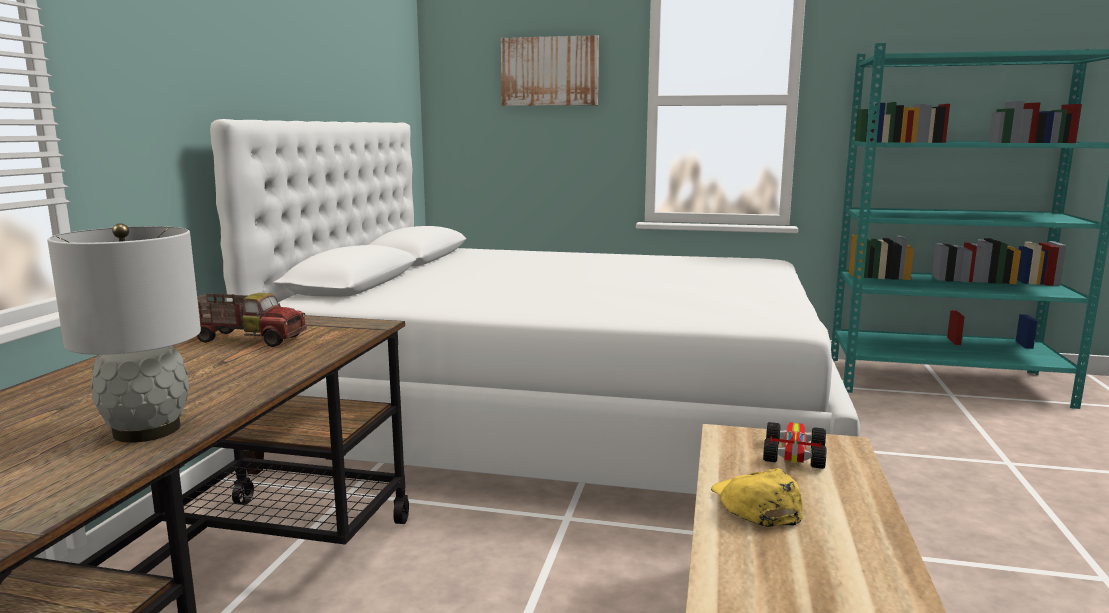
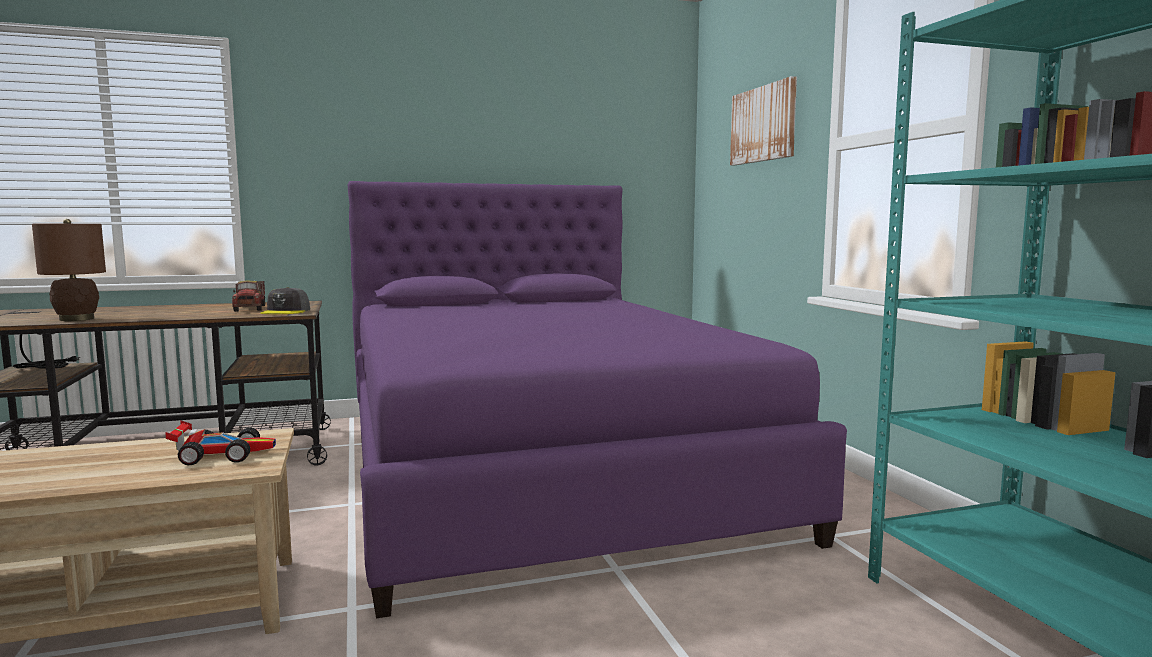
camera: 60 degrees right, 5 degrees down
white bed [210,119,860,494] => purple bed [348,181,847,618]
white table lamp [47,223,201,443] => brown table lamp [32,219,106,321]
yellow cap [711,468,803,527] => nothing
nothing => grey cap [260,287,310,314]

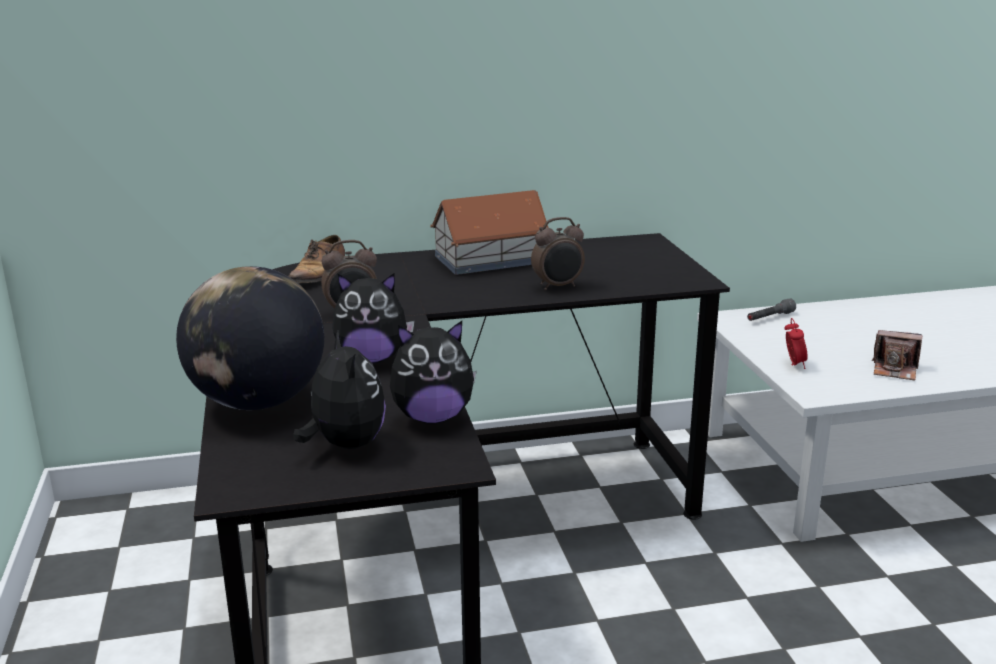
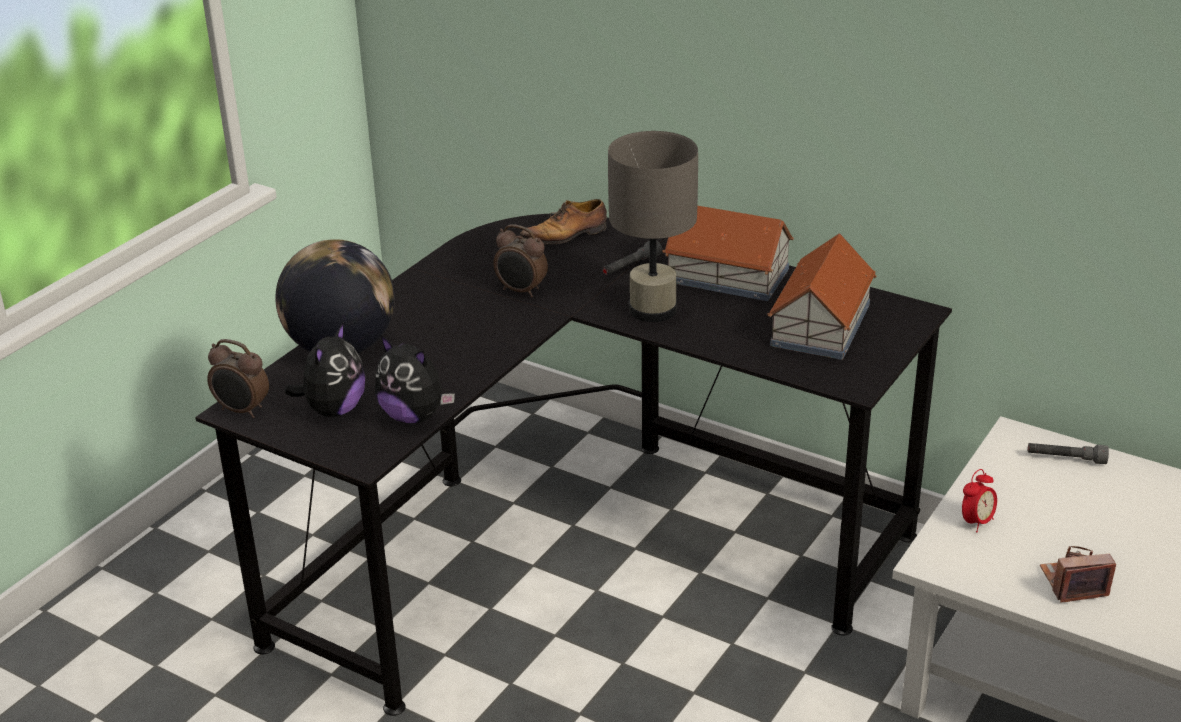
camera: 45 degrees right, 10 degrees up
alarm clock [531,217,585,290] => alarm clock [207,339,269,418], shifted
plush toy [332,273,415,363] => nothing
photo camera [872,330,922,380] => photo camera [1040,546,1116,603], 105 degrees clockwise
nothing => grey table lamp [608,131,698,322]
nothing => toy house [767,233,877,360]
nothing => grey flashlight [602,241,662,275]

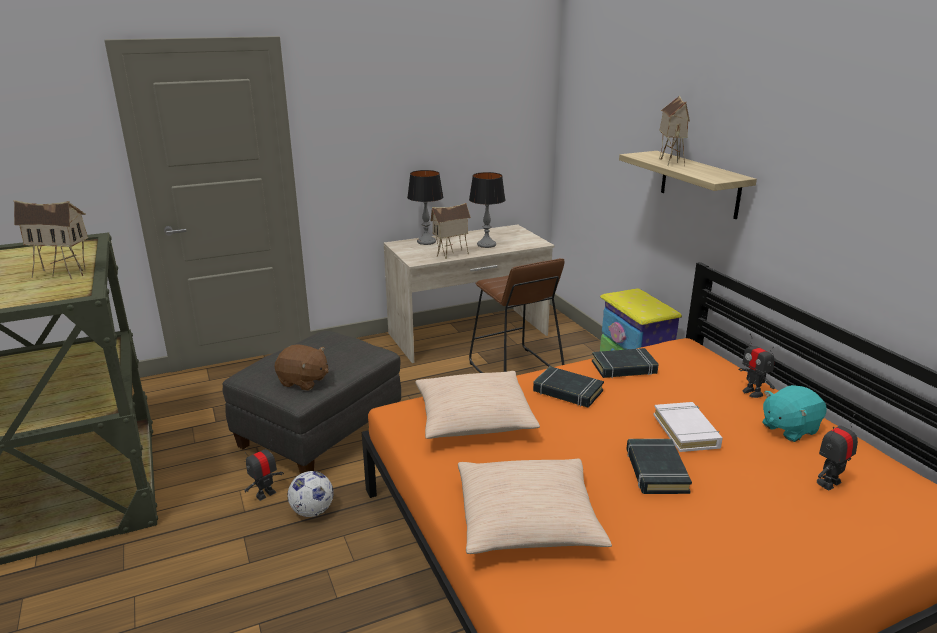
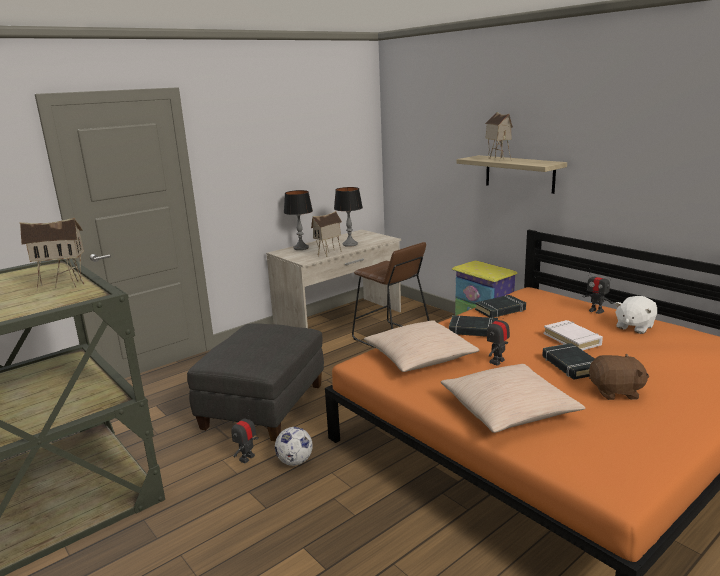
camera: 15 degrees left, 5 degrees down
brown plush toy [274,344,329,391] => brown plush toy [589,353,649,400], shifted
turquoise plush toy [763,385,827,442] => white plush toy [615,296,657,334]
toy robot [817,414,858,490] => toy robot [487,310,510,366], shifted

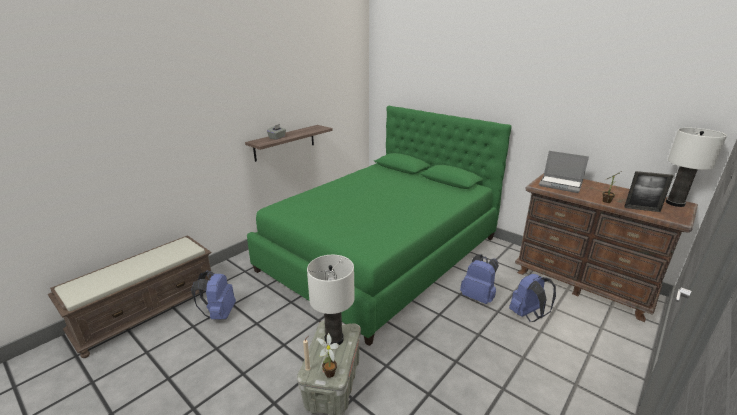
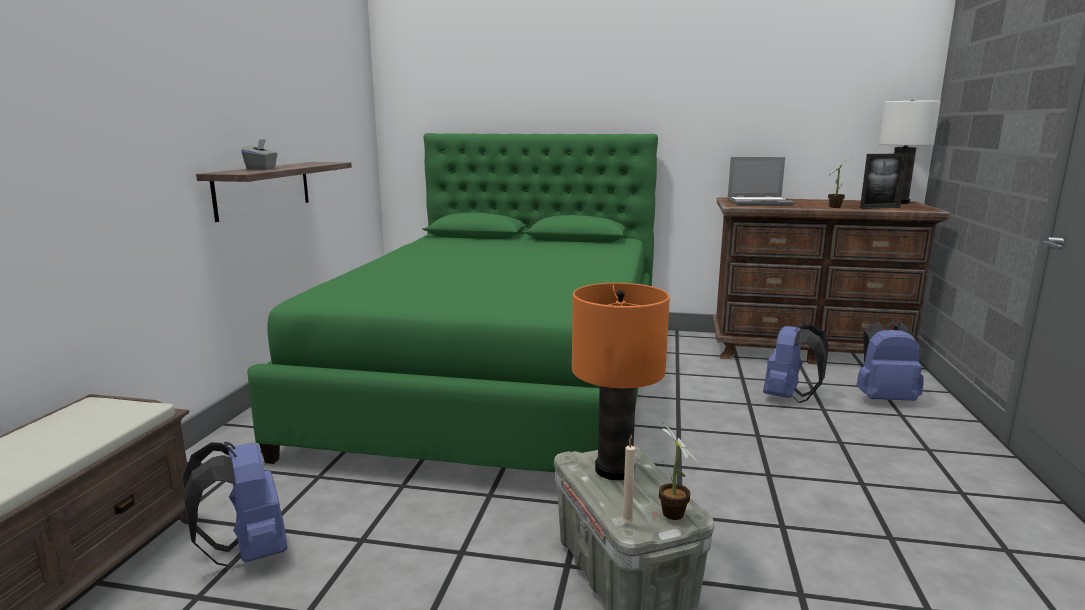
camera: 30 degrees left, 10 degrees down
blue backpack [460,254,499,304] => blue backpack [857,321,924,401], shifted
white table lamp [307,255,355,345] => orange table lamp [572,283,670,480]

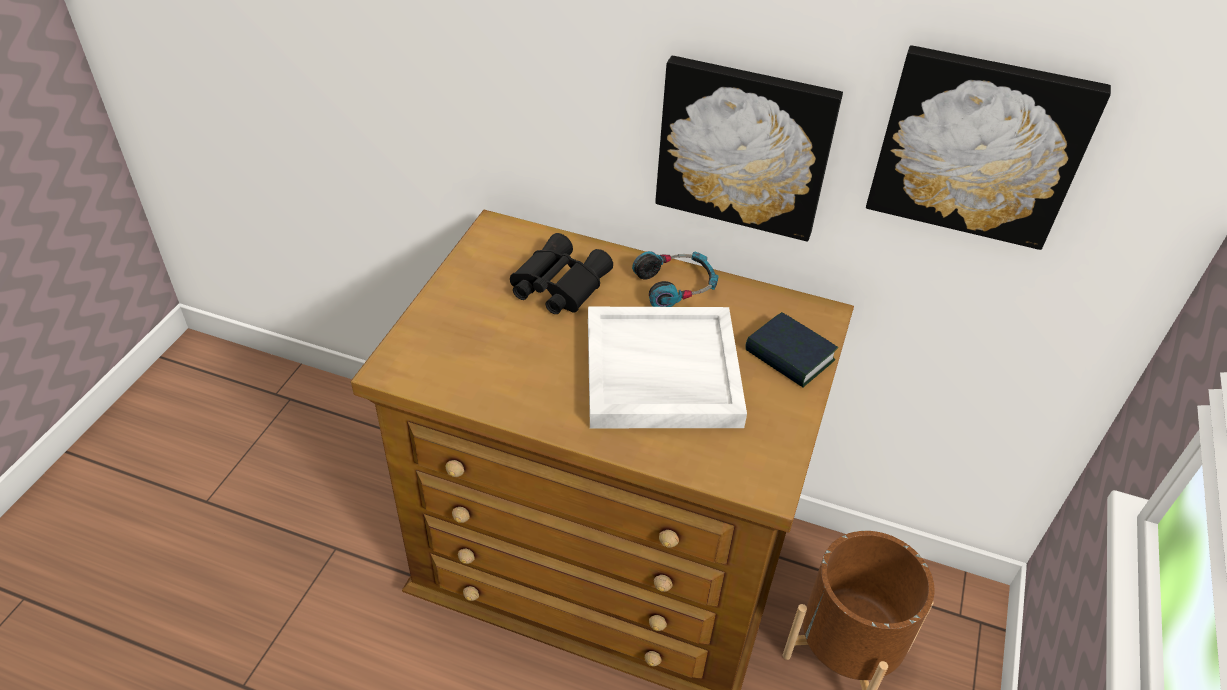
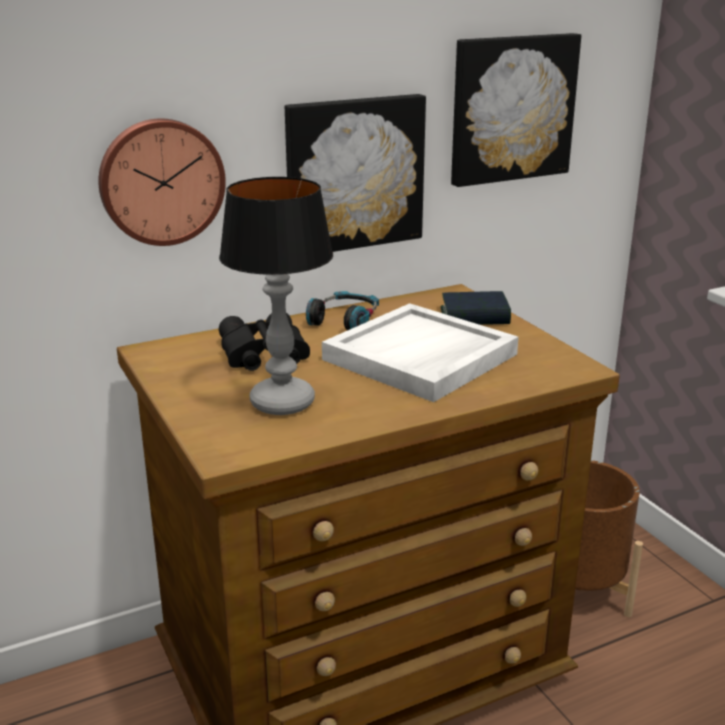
camera: 45 degrees left, 20 degrees down
nothing => wall clock [98,118,226,246]
nothing => table lamp [219,177,333,415]

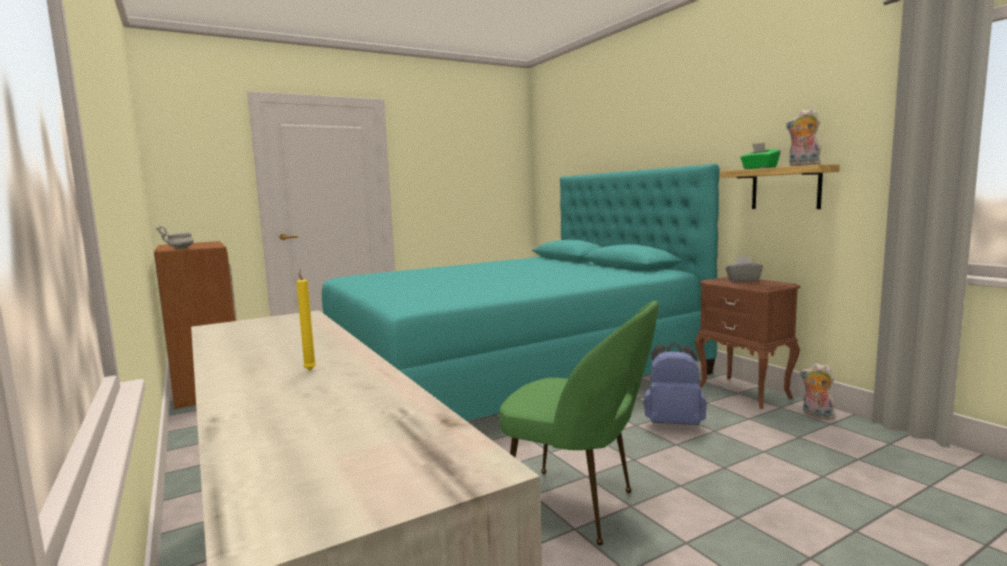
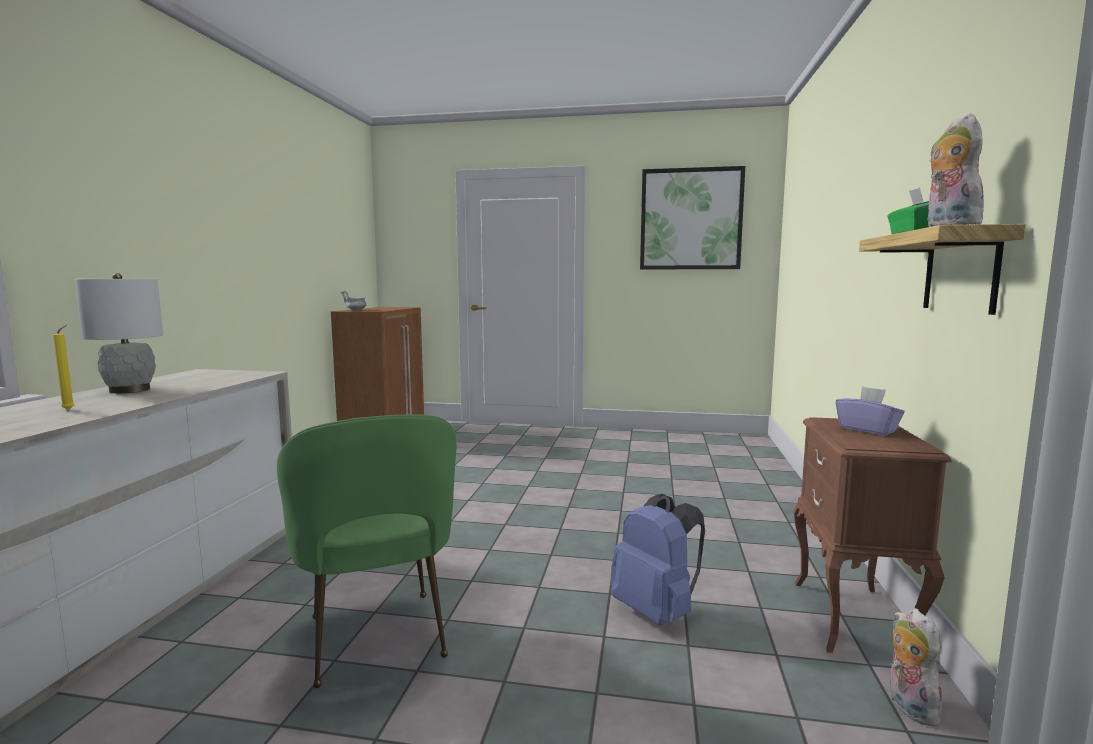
camera: 40 degrees right, 0 degrees up
turquoise bed [322,164,720,421] => nothing
grey tissue box [725,256,763,282] => purple tissue box [835,386,905,436]
nothing => picture [640,166,745,269]
nothing => white table lamp [75,273,163,393]

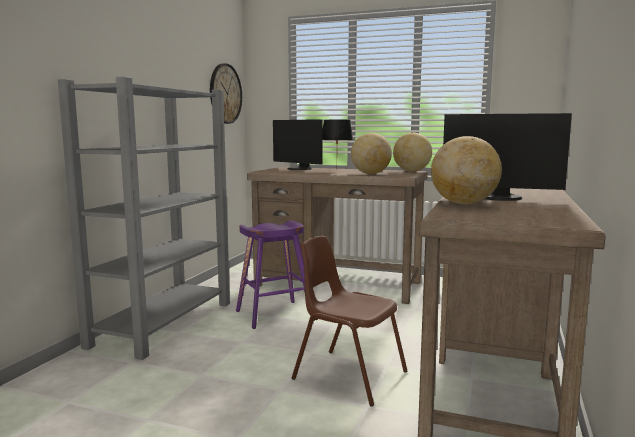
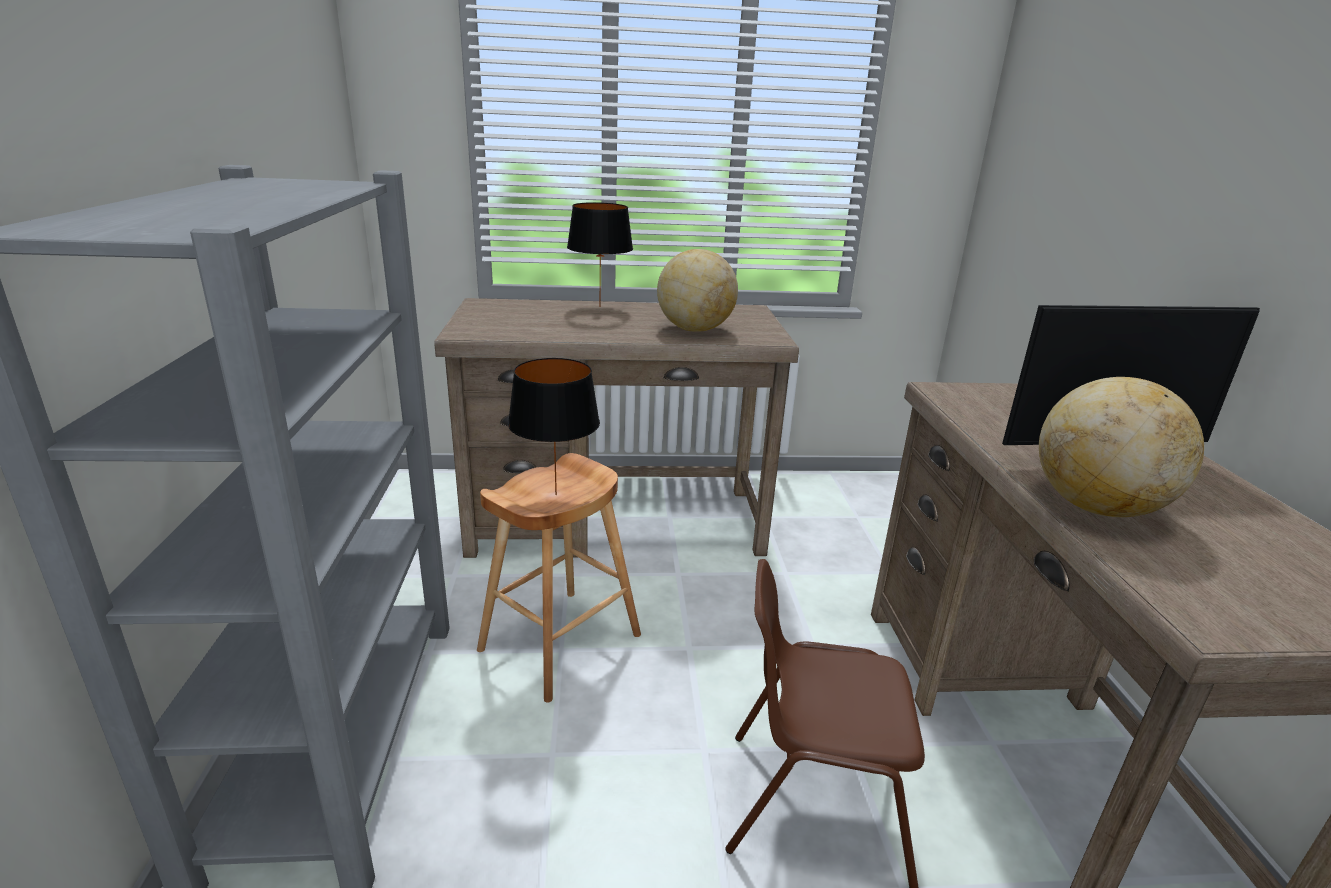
camera: 25 degrees left, 15 degrees up
wall clock [210,63,242,124] => nothing
monitor [273,119,322,170] => nothing
globe [393,133,432,172] => nothing
purple stool [236,221,311,329] => brown stool [477,453,641,703]
nothing => black table lamp [508,358,600,495]

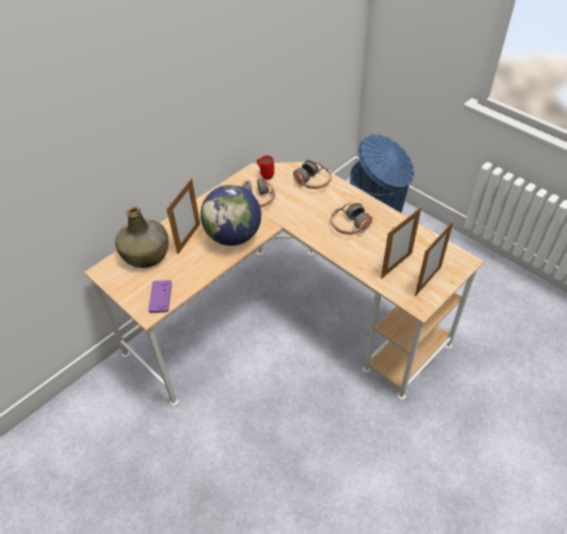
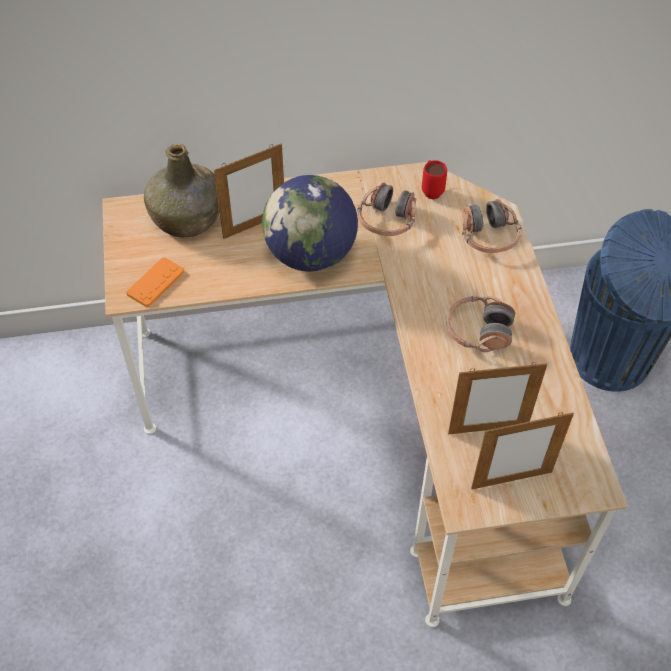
camera: 35 degrees right, 5 degrees up
purple game controller [148,280,172,313] => orange game controller [126,257,184,307]

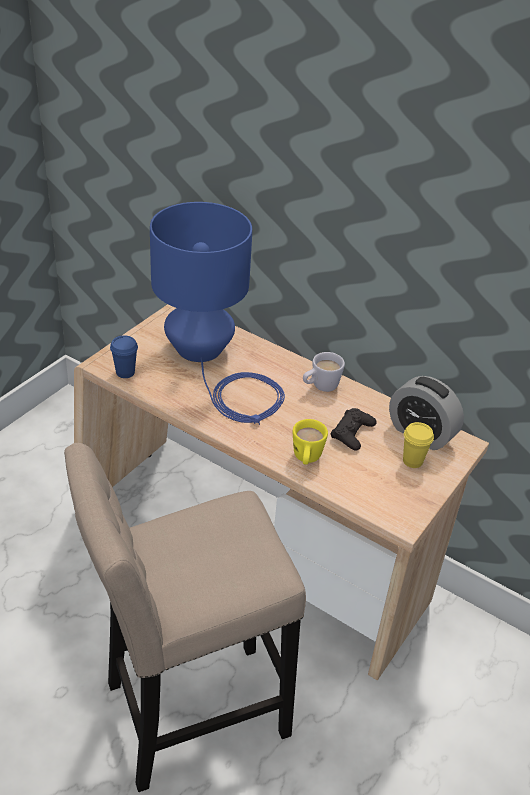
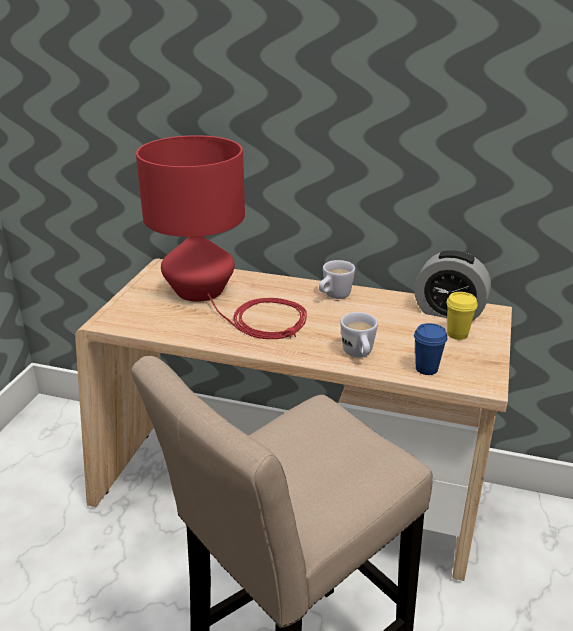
camera: 15 degrees left, 10 degrees down
blue table lamp [150,202,285,425] => red table lamp [136,135,307,339]
blue cup [110,335,138,378] => blue cup [414,323,448,375], shifted
black game controller [331,408,377,451] => nothing
yellow mug [293,419,328,465] => white mug [340,312,378,357]

